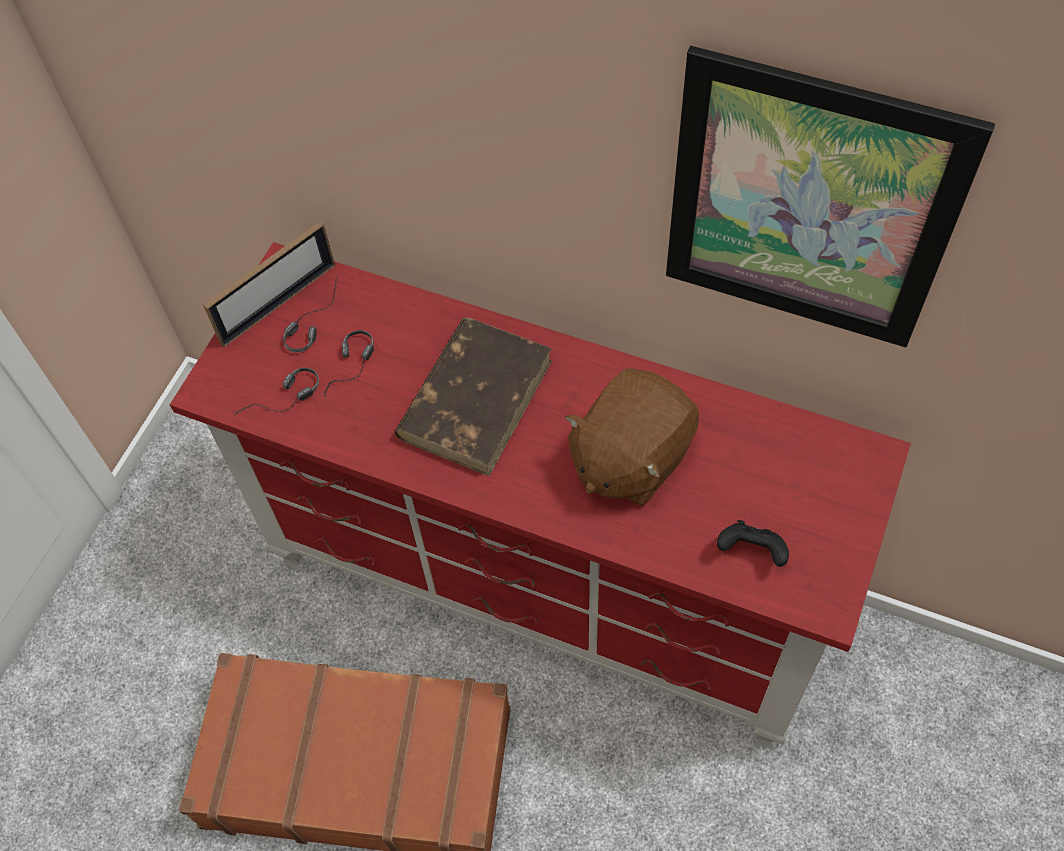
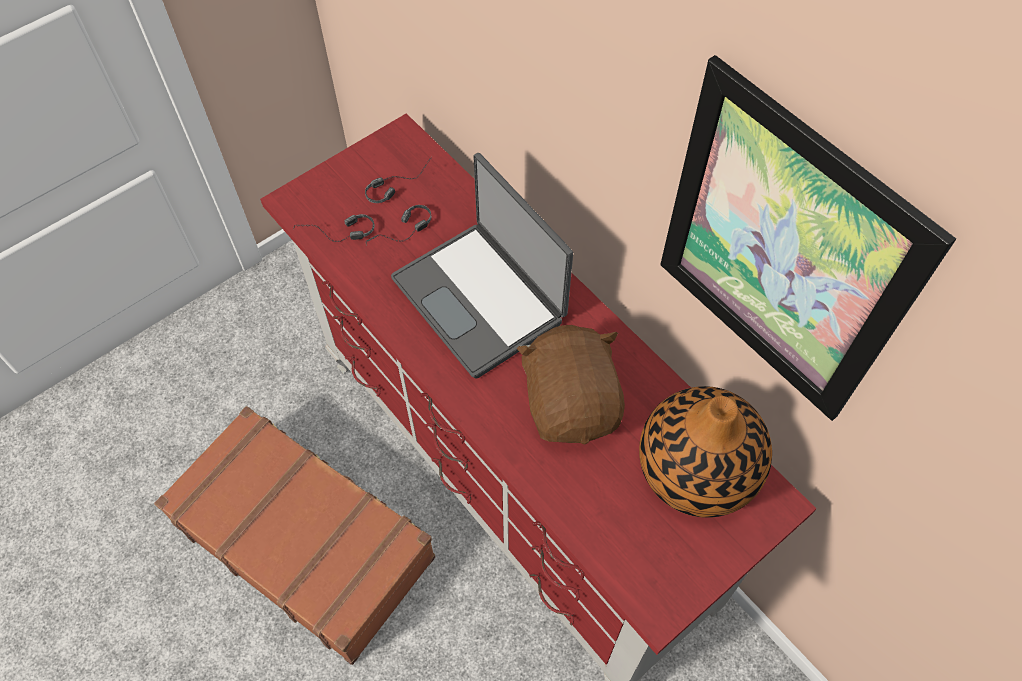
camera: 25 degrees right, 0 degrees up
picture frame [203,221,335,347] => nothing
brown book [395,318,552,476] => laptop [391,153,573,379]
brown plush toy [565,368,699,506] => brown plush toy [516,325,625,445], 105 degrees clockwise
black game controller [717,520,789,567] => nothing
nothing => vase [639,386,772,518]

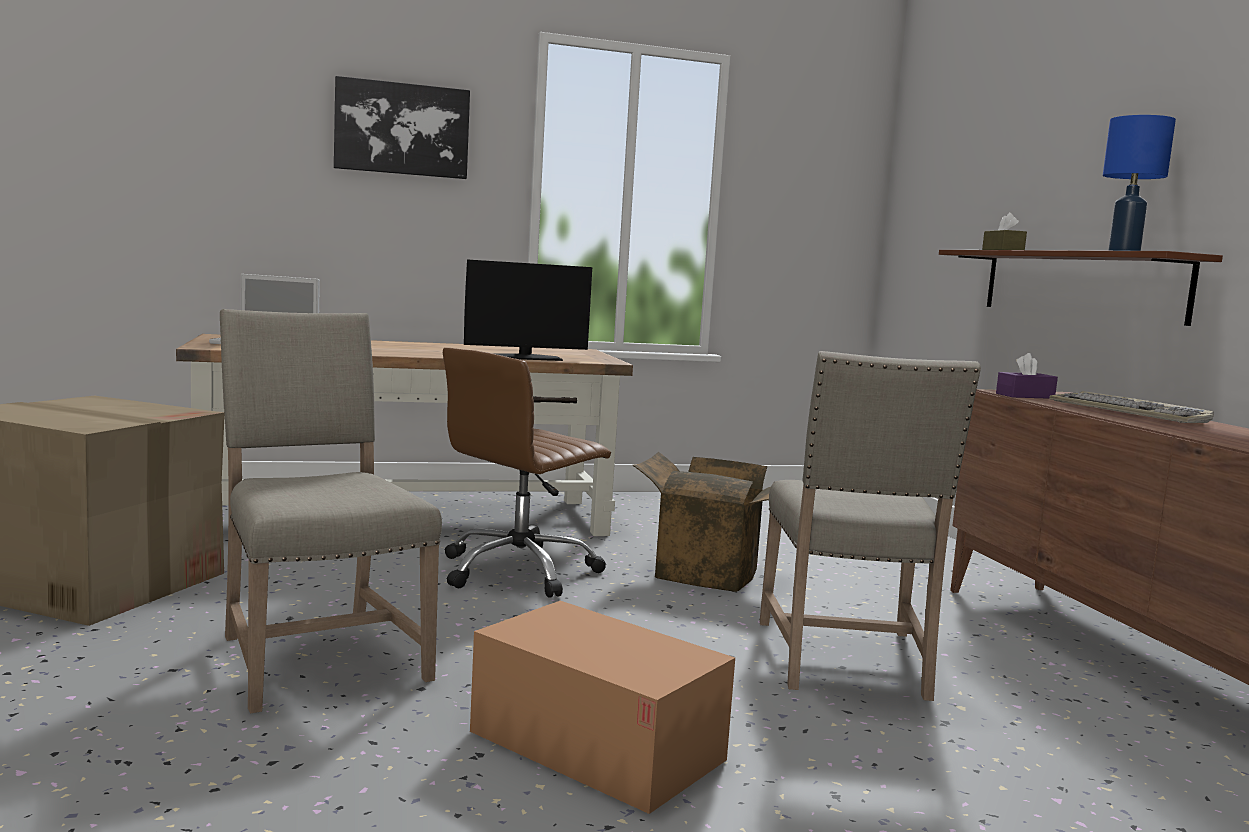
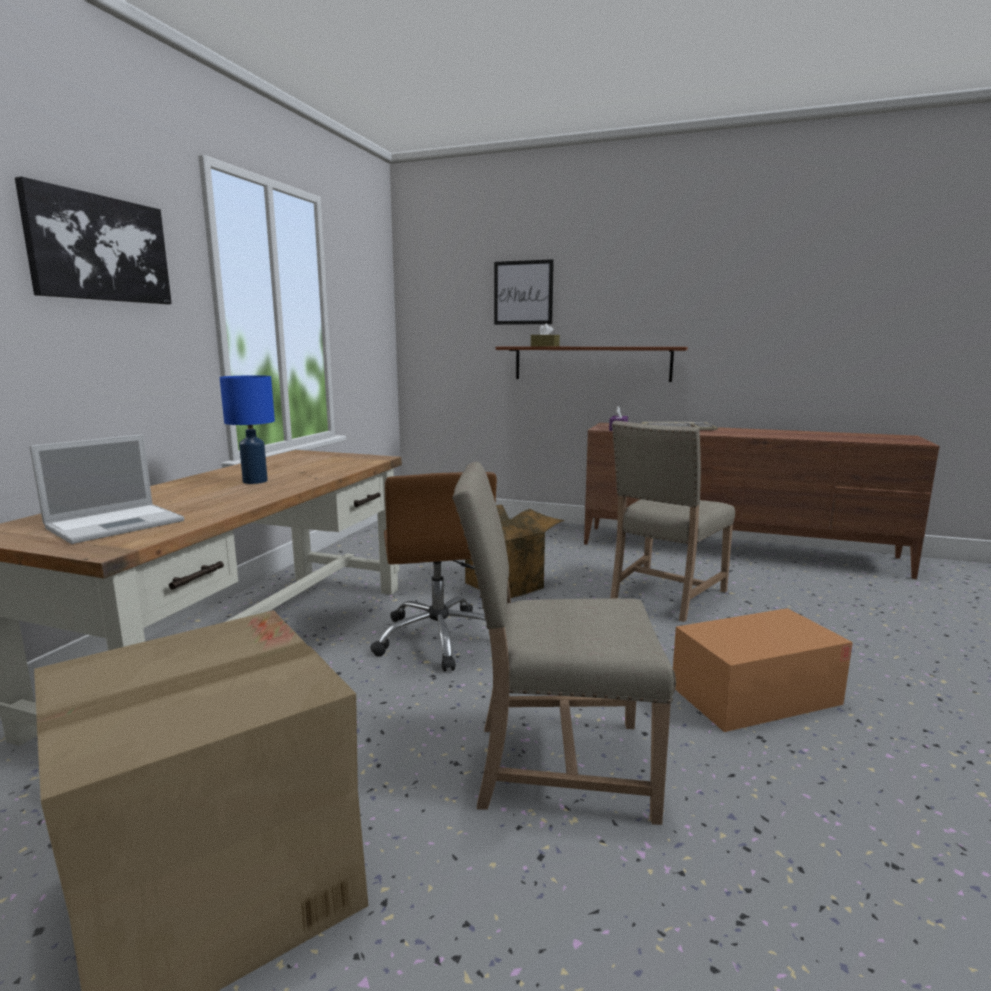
camera: 55 degrees left, 5 degrees up
blue table lamp [1103,115,1176,251] => blue table lamp [220,375,275,484], shifted
monitor [464,259,592,361] => nothing
beige chair [760,351,981,701] => beige chair [610,421,735,622], 90 degrees clockwise
nothing => picture [494,259,554,325]

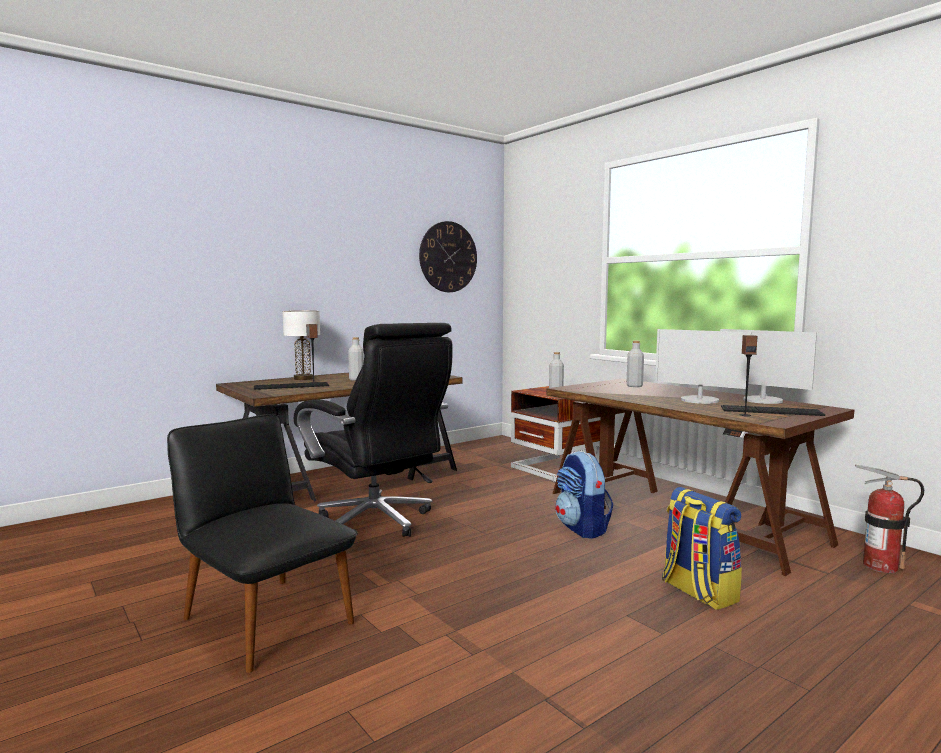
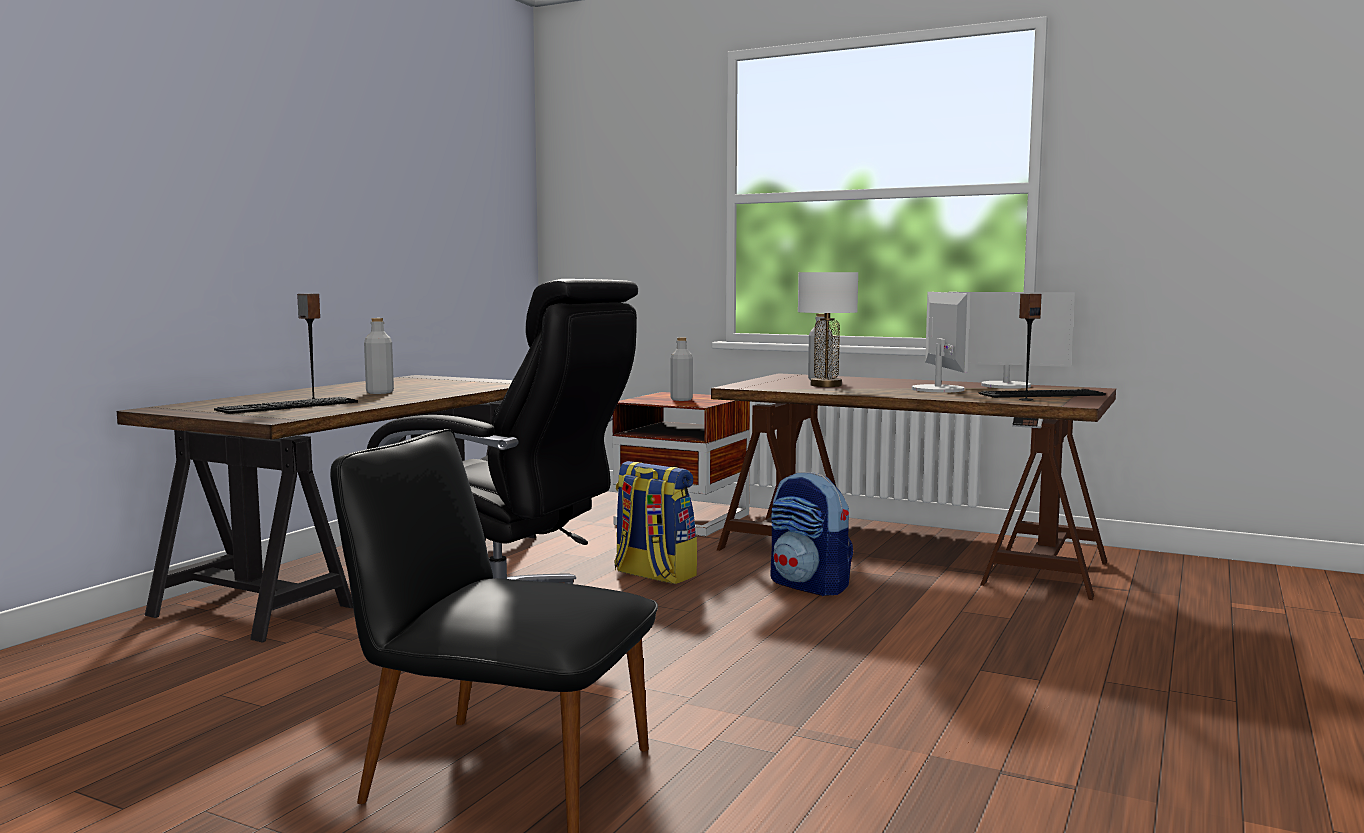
camera: 25 degrees left, 0 degrees up
wall clock [419,221,477,292] => nothing
table lamp [282,311,320,380] => table lamp [798,272,858,387], shifted
monitor [655,329,751,404] => monitor [912,292,970,392], 105 degrees counterclockwise
fire extinguisher [855,465,924,573] => nothing
backpack [662,487,742,610] => backpack [614,461,697,584], shifted

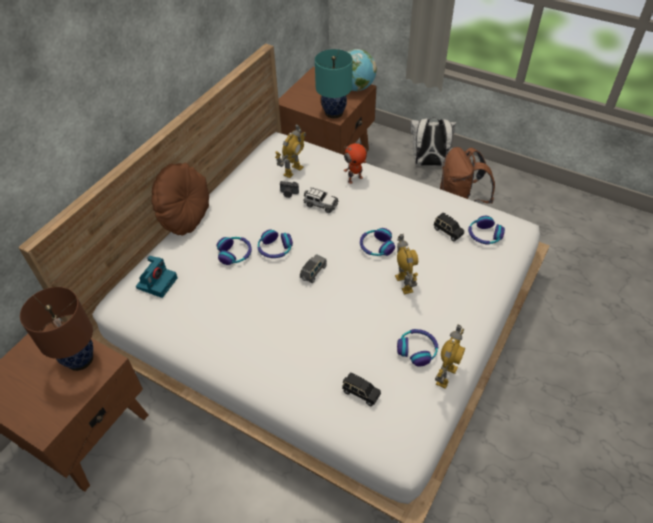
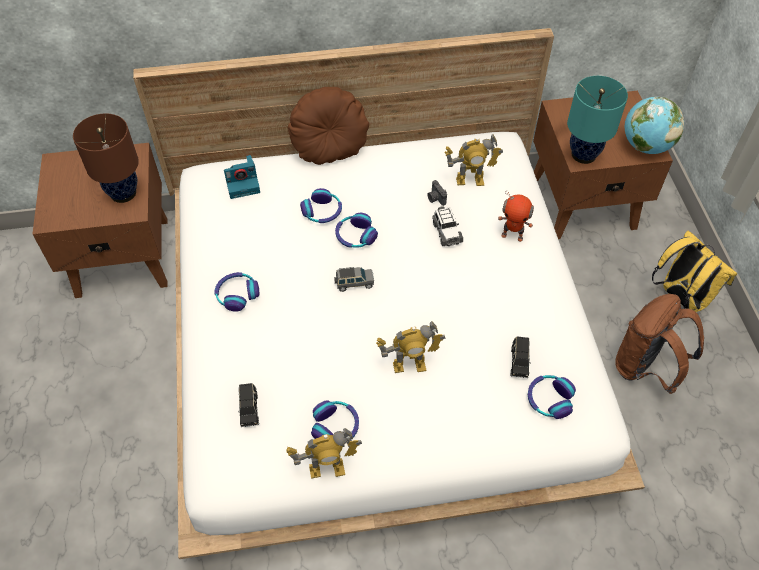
camera: 50 degrees right, 5 degrees up
white backpack [410,117,456,166] => yellow backpack [652,231,737,312]
headphones [360,228,395,256] => headphones [214,272,259,312], shifted
toy robot [395,234,418,294] => toy robot [376,321,446,373], 45 degrees clockwise

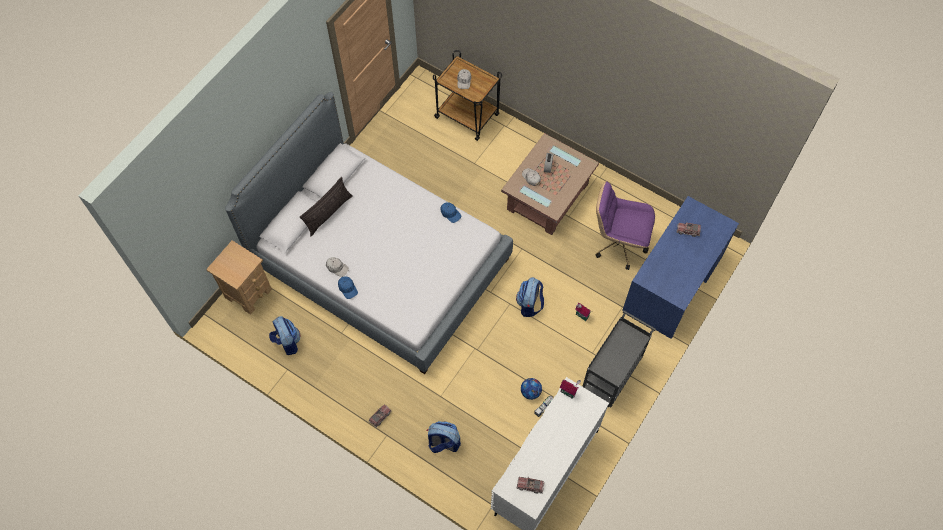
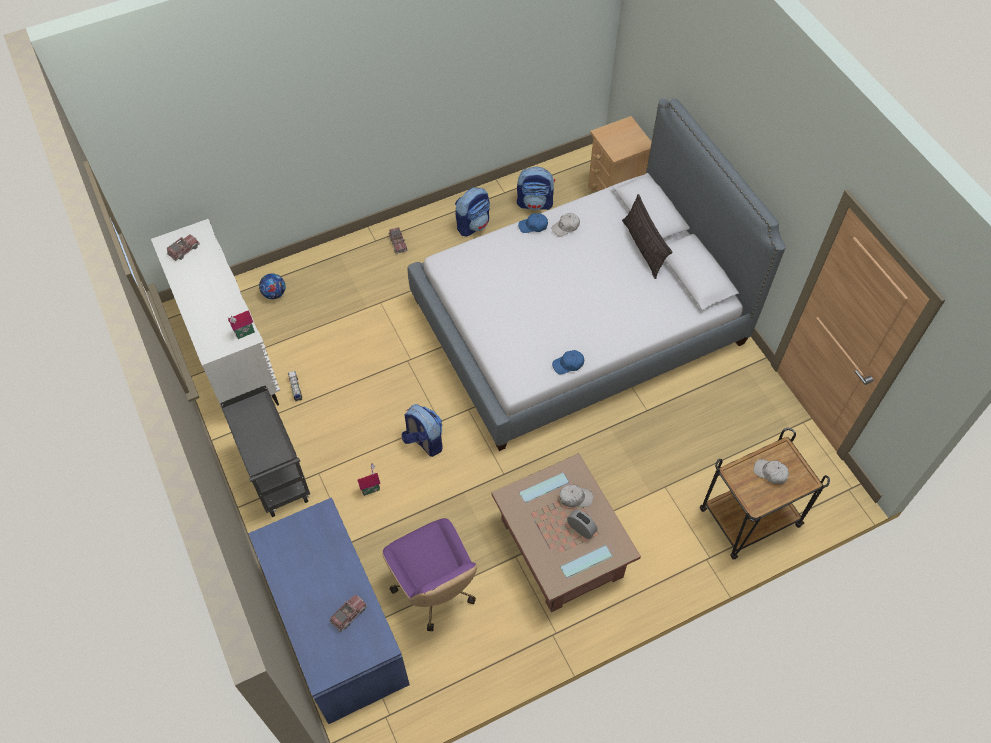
camera: 120 degrees right, 5 degrees down
purple office chair [595,181,655,270] => purple office chair [382,518,477,631], 105 degrees clockwise
football [521,378,542,400] => football [259,274,286,299], shifted
backpack [427,421,461,453] => backpack [455,187,490,236], shifted

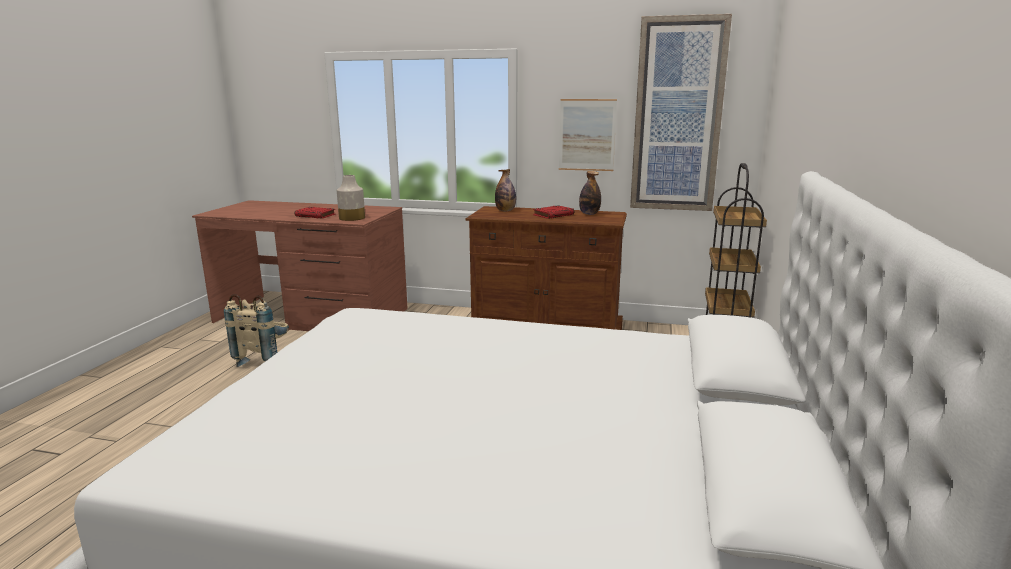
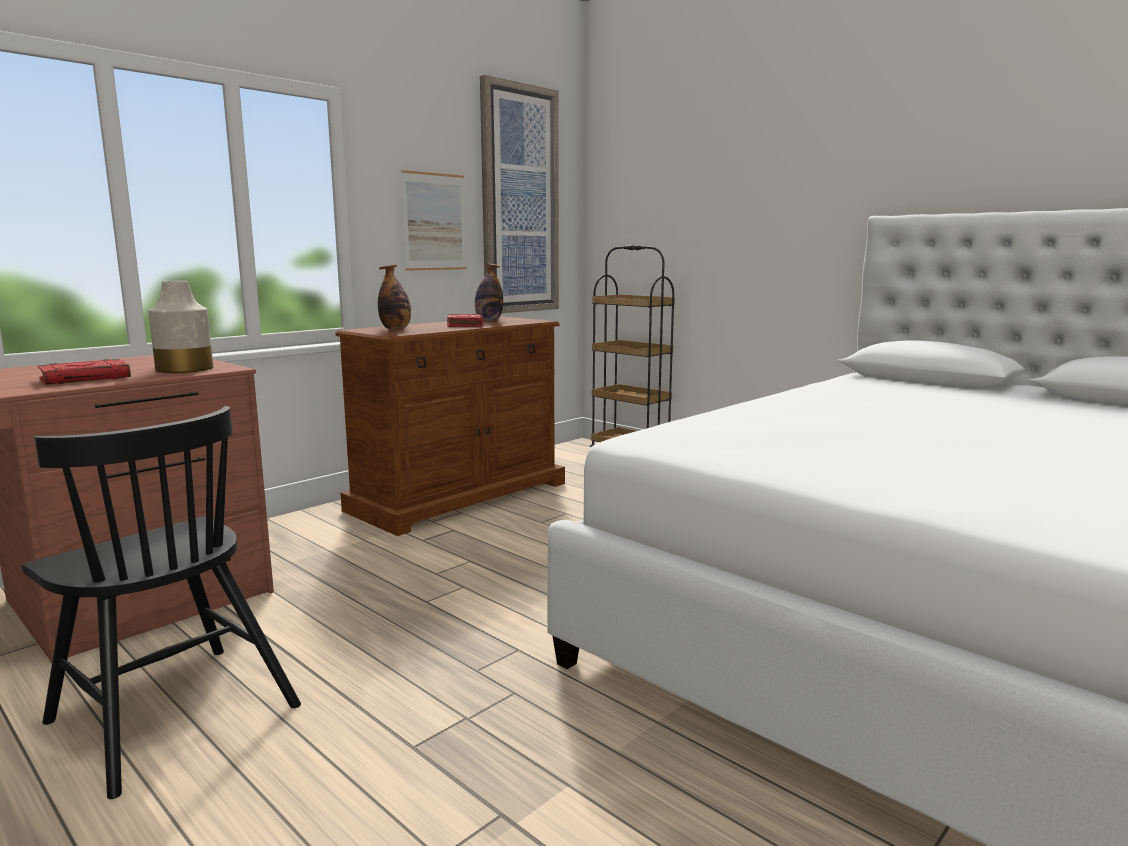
camera: 60 degrees left, 5 degrees down
beige backpack [224,294,289,367] => black chair [22,406,301,799]

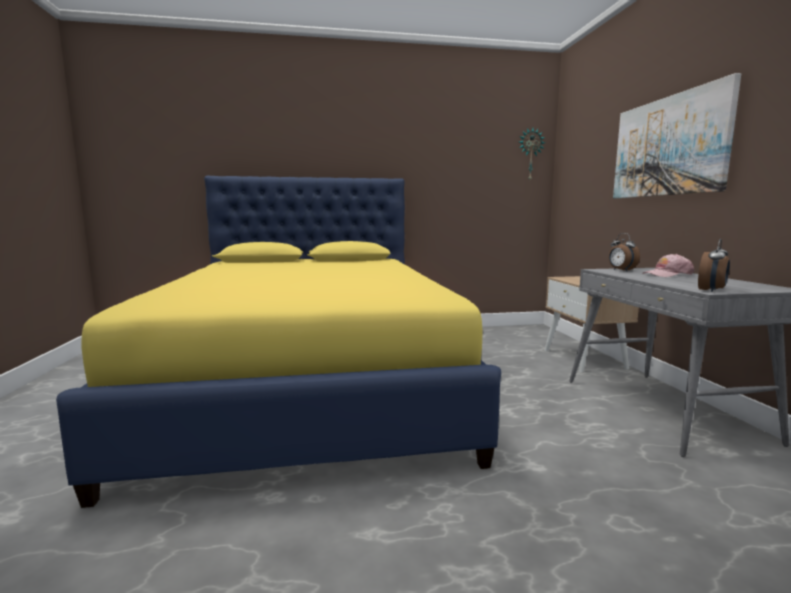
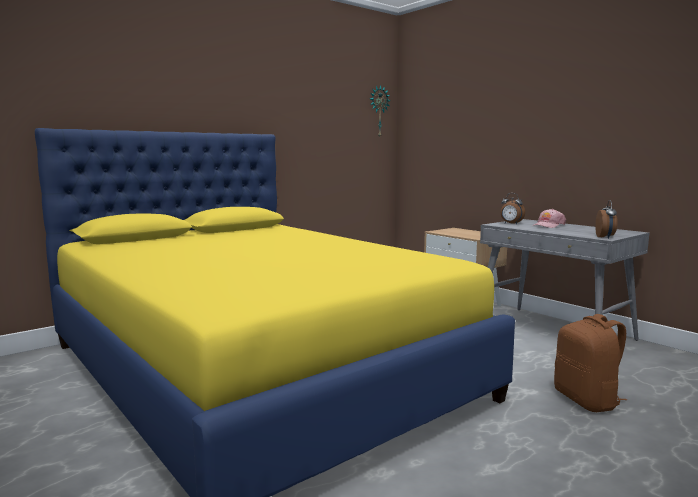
camera: 30 degrees left, 0 degrees up
picture [613,73,741,198] => nothing
nothing => brown backpack [554,314,627,412]

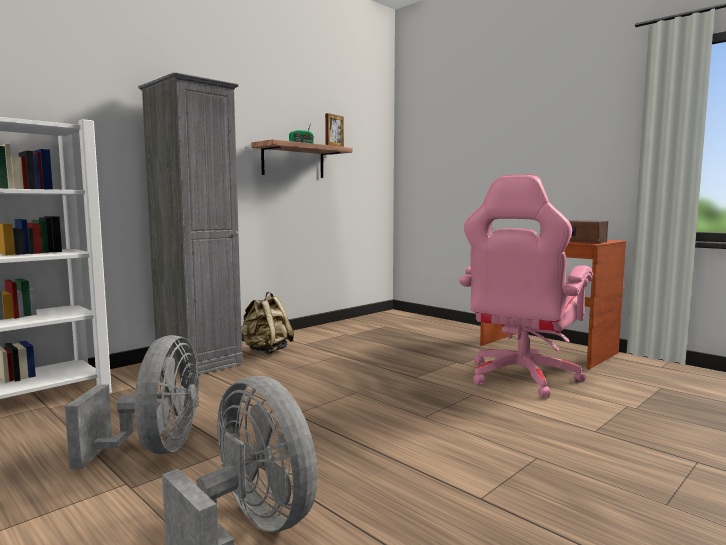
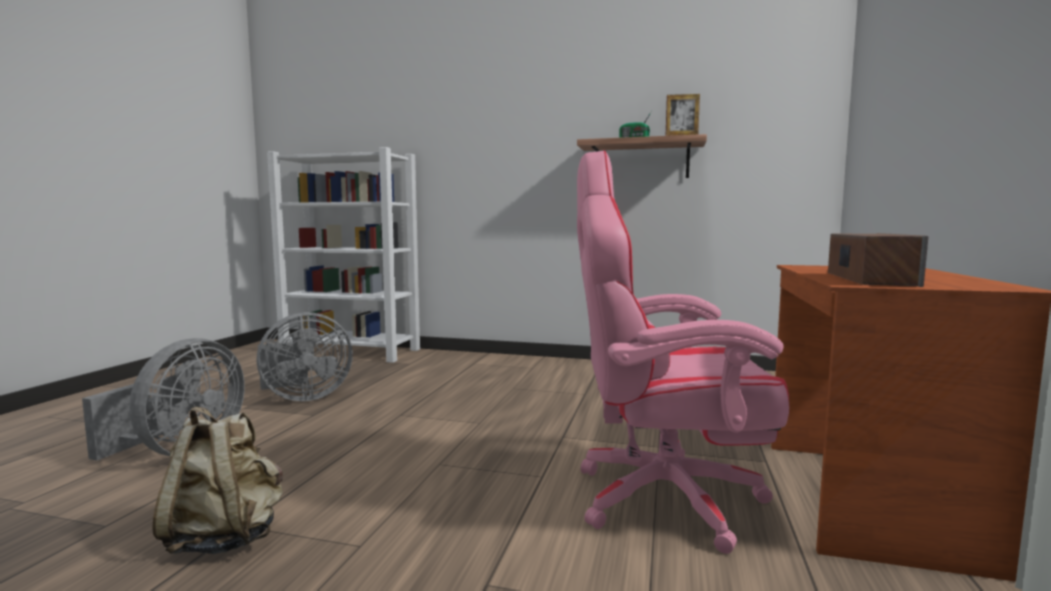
camera: 60 degrees right, 0 degrees up
grey cabinet [138,73,243,375] => nothing
beige backpack [241,292,294,354] => beige backpack [152,407,283,554], shifted

